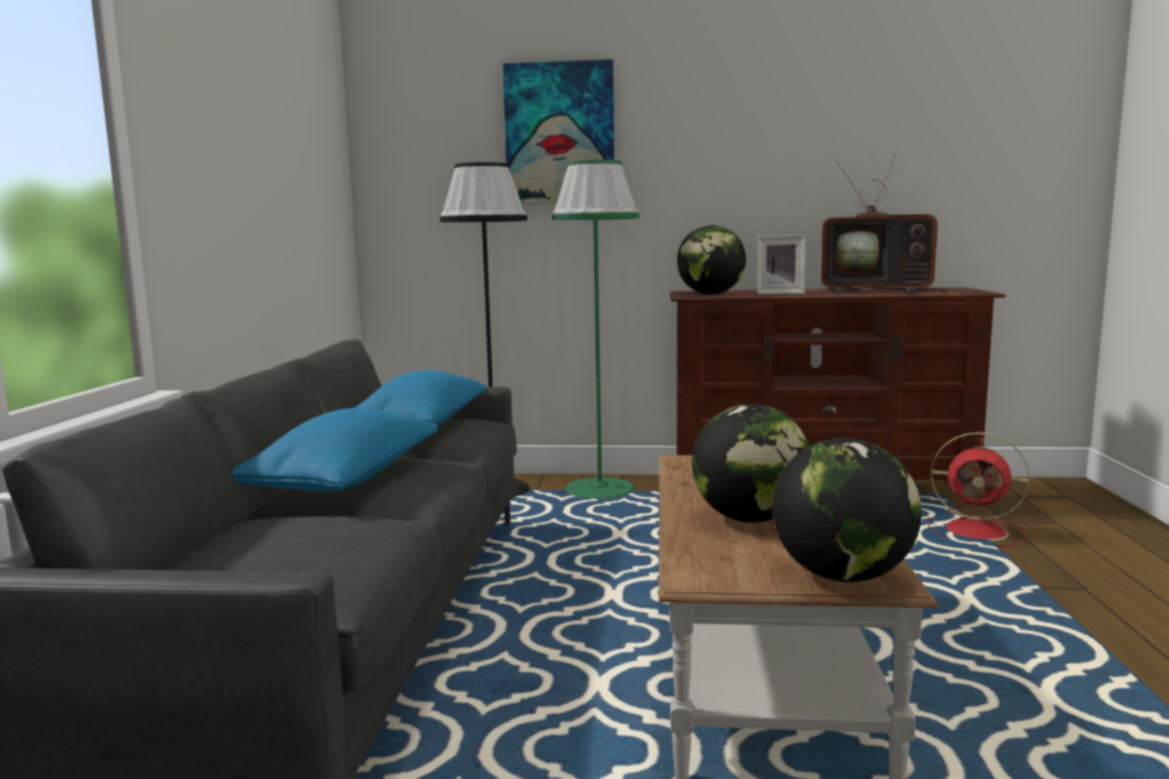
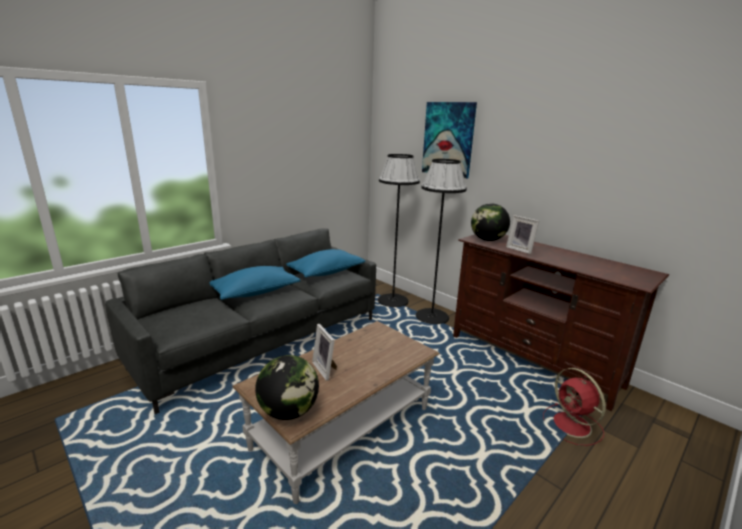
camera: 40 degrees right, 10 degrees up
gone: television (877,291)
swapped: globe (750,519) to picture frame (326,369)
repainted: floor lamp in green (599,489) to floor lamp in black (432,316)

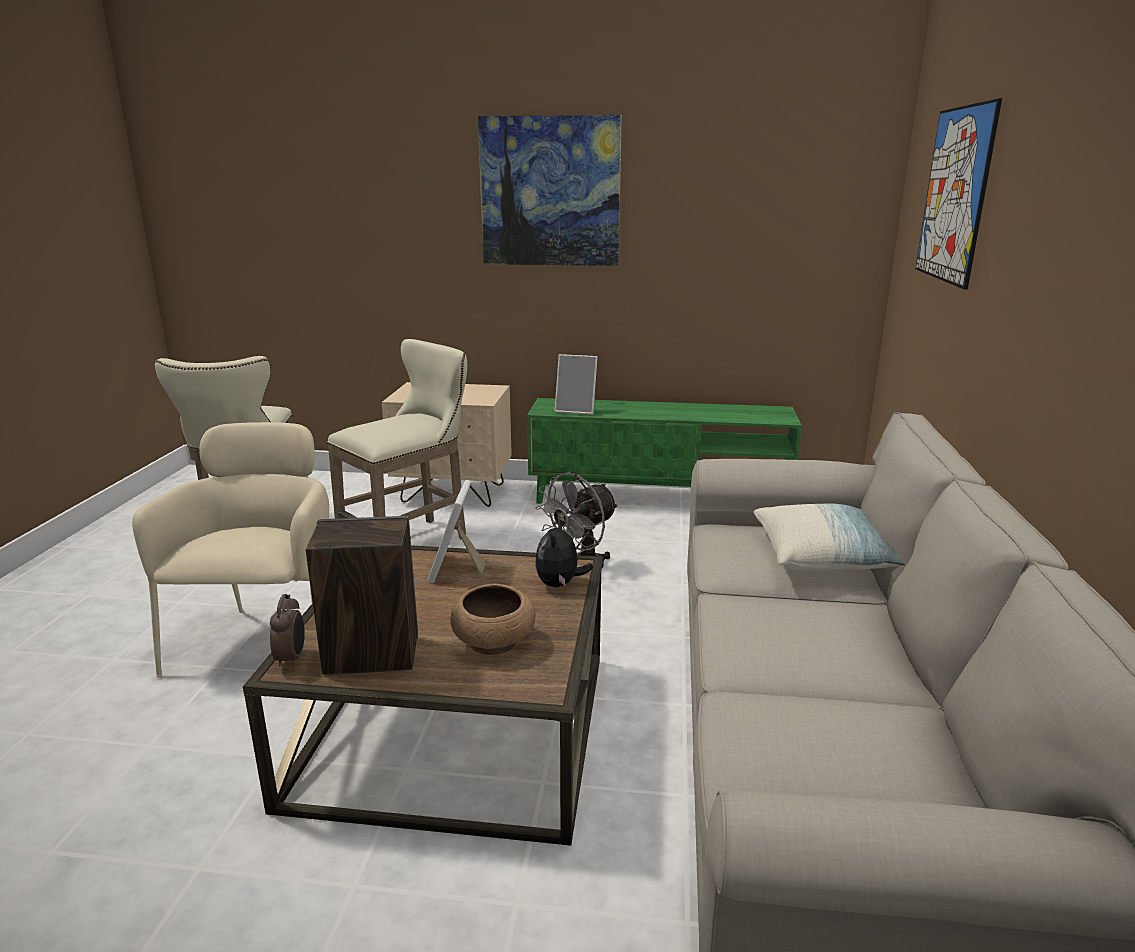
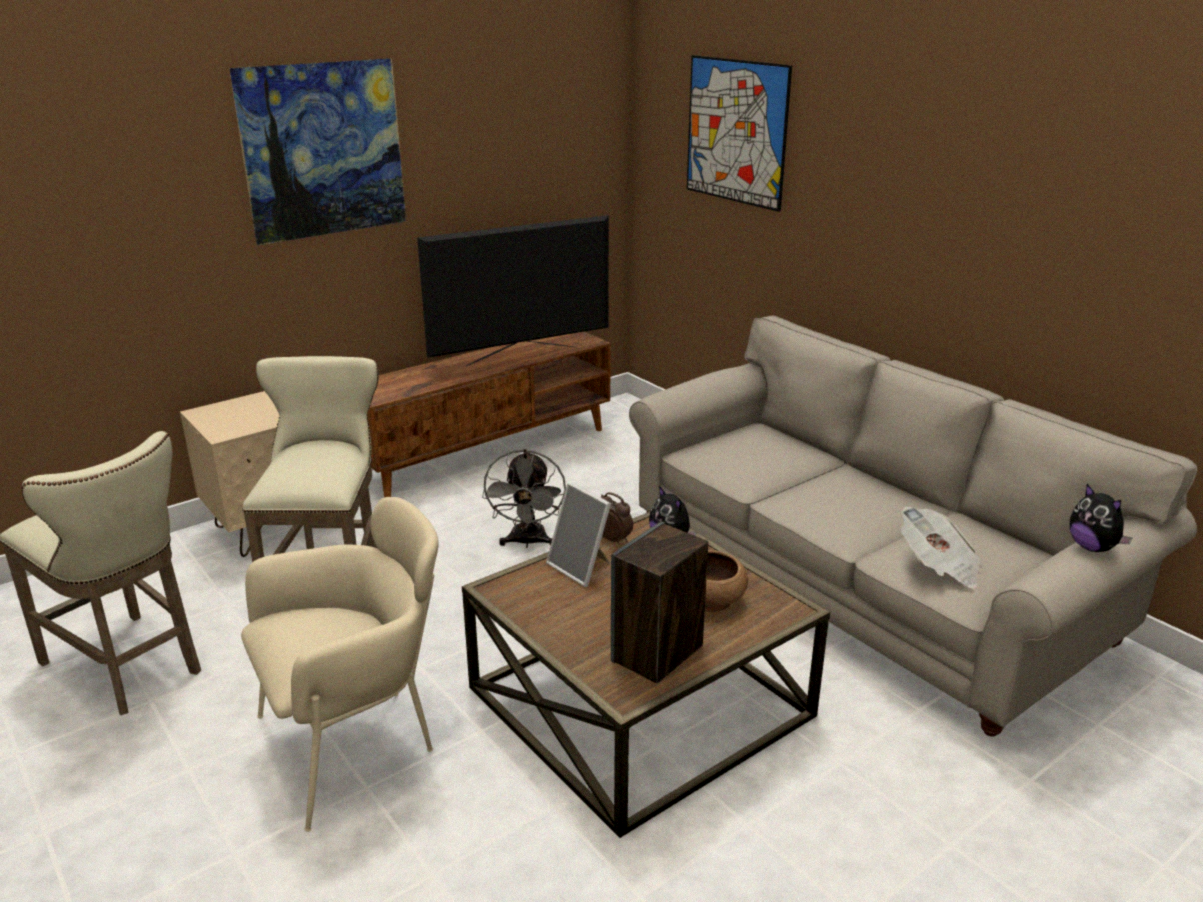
camera: 45 degrees left, 5 degrees up
gone: picture frame (576,410); pillow (823,557)
new: television (521,355); newspaper (939,567); plush toy (1092,547)
shifted: alarm clock (292,658) to (614,539)
repainted: tv stand in green (659,498) to tv stand in brown (487,452)
rotated: armchair in beige (264,638) = (357,742) 105 degrees clockwise

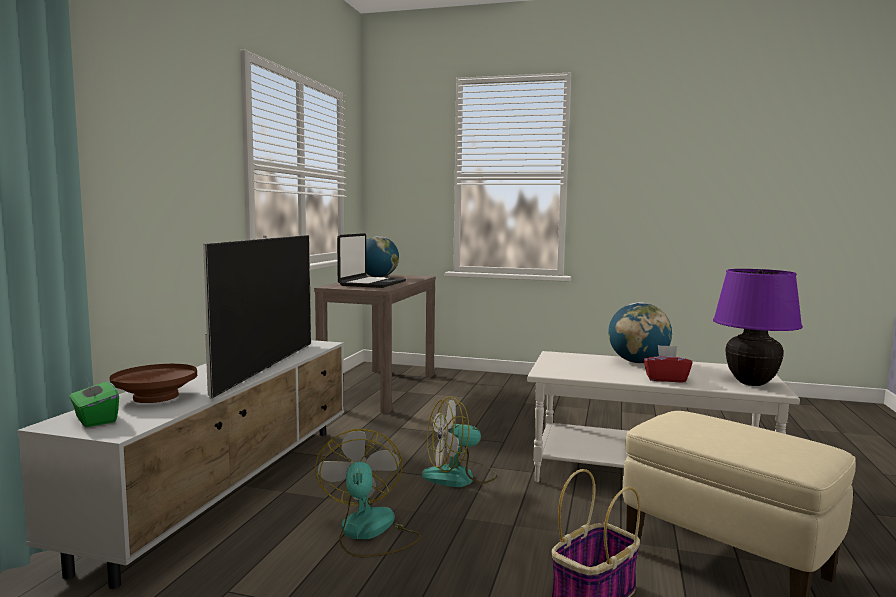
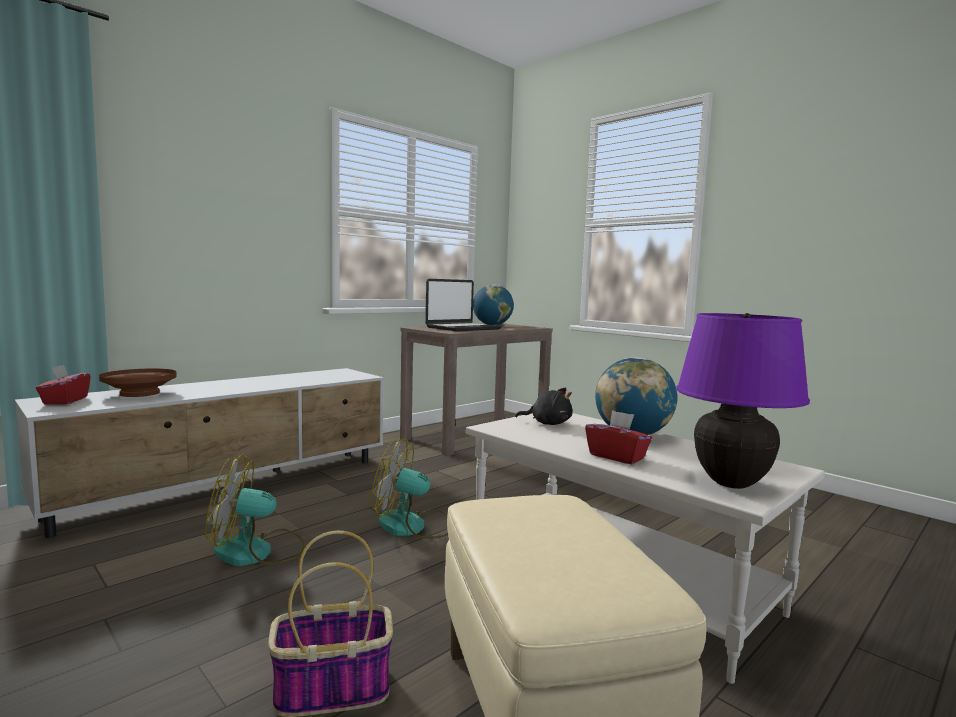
camera: 30 degrees right, 0 degrees up
gone: television (267,367)
new: plush toy in black (548,423)
repainted: tissue box in green (95,419) to tissue box in red (65,401)
rotated: fan (369,532) = (257,552) 120 degrees counterclockwise

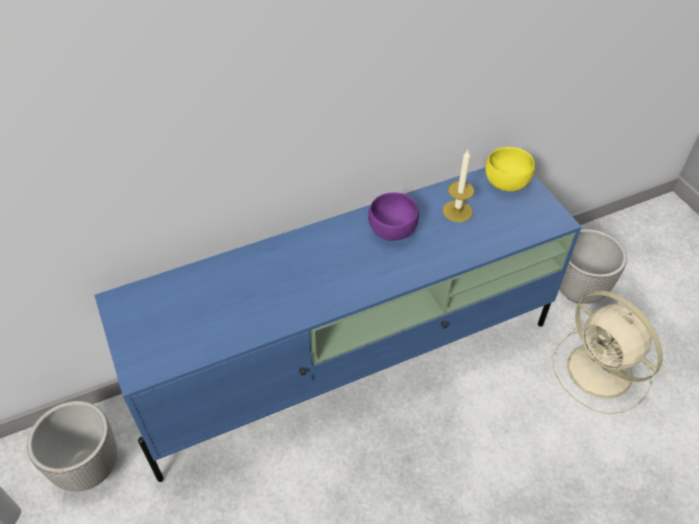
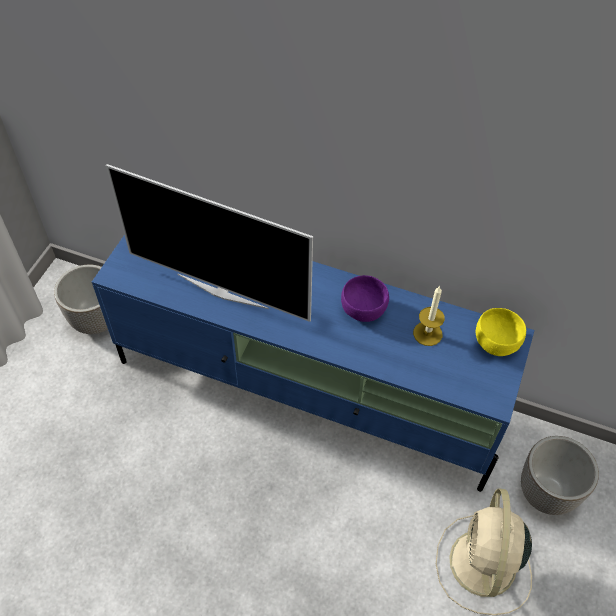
camera: 45 degrees right, 5 degrees up
new: television (223,290)

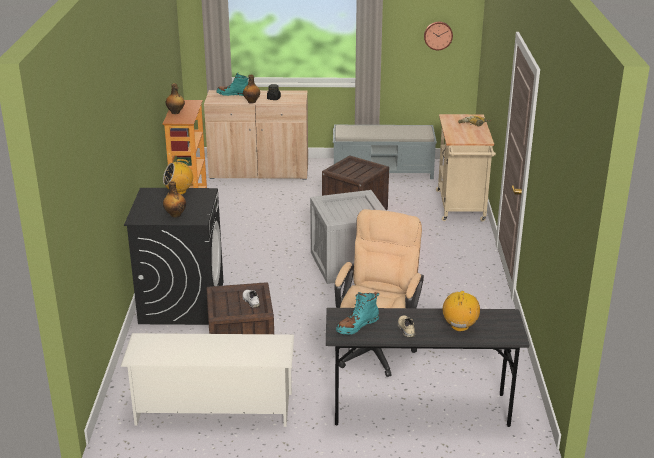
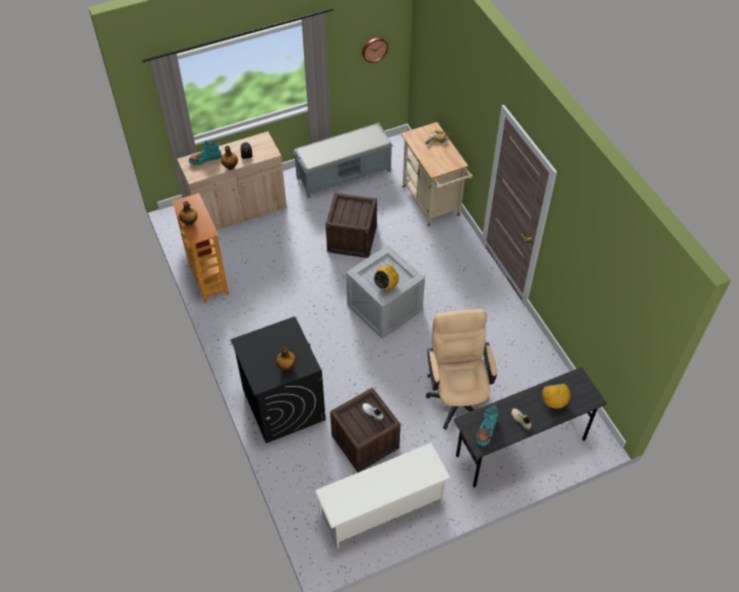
camera: 25 degrees left, 25 degrees up
shifted: radio (179,191) to (386,286)

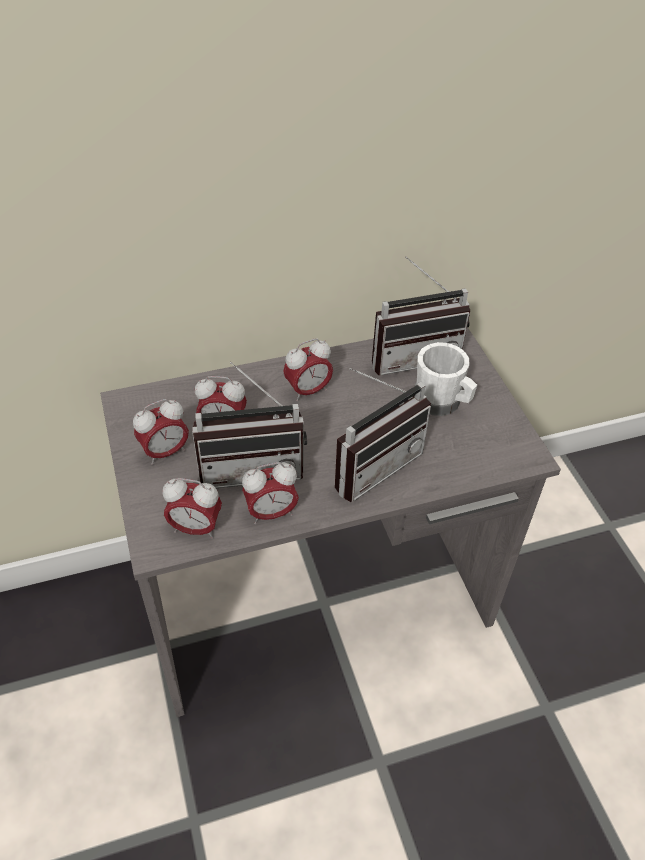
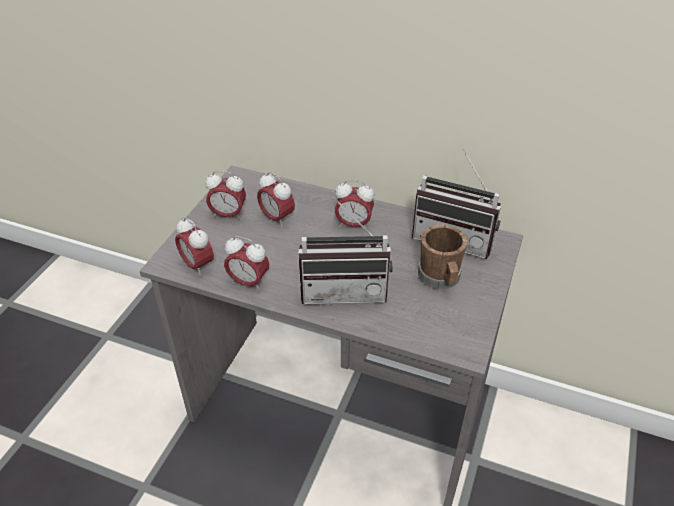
camera: 40 degrees right, 5 degrees down
gone: radio (252,467)
repainted: mug in white (441,402) to mug in brown (440,279)

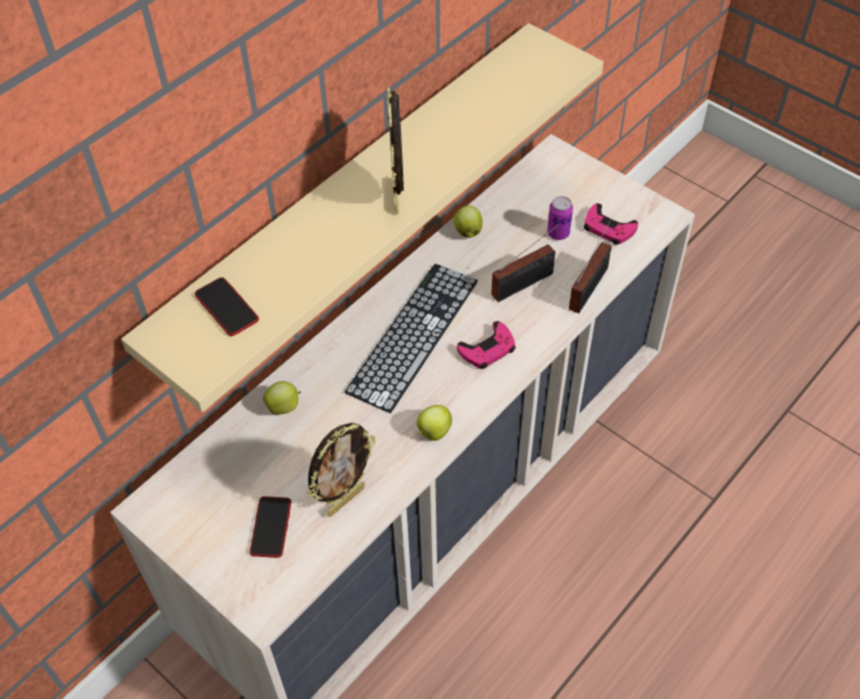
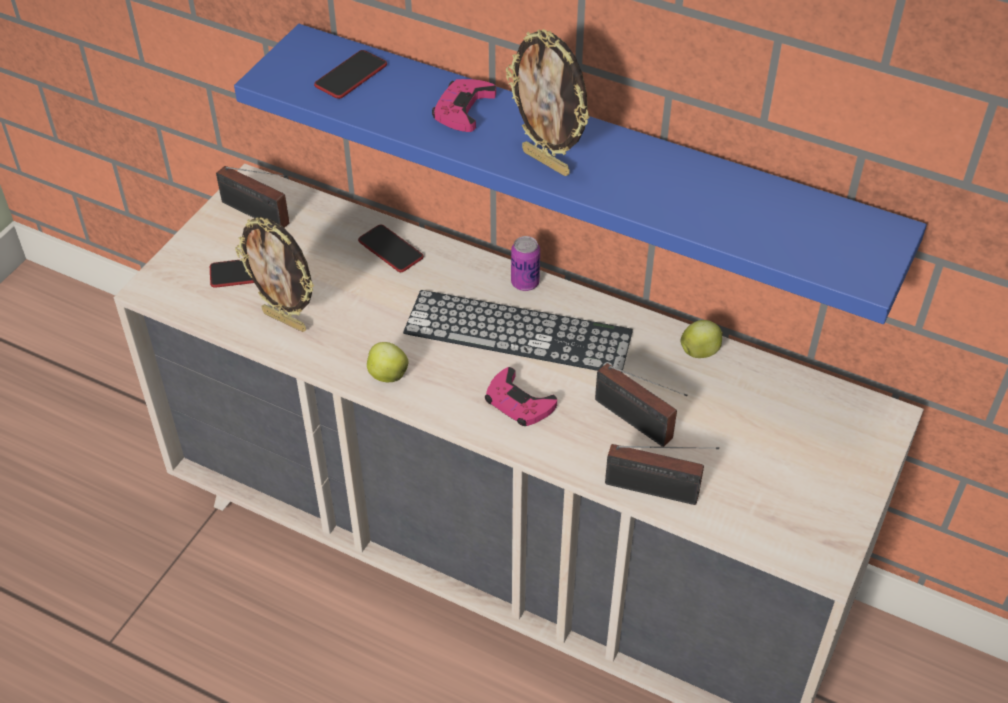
camera: 75 degrees right, 5 degrees down
new: radio (258,215)
shifted: game controller in pink (608,228) to (463,109); can (558,233) to (525,283)
swapped: apple (284,406) to phone (390,249)
repainted: shelf in beige (351,198) to shelf in blue (586,162)
rotated: picture frame (398,197) = (547,162) 120 degrees counterclockwise

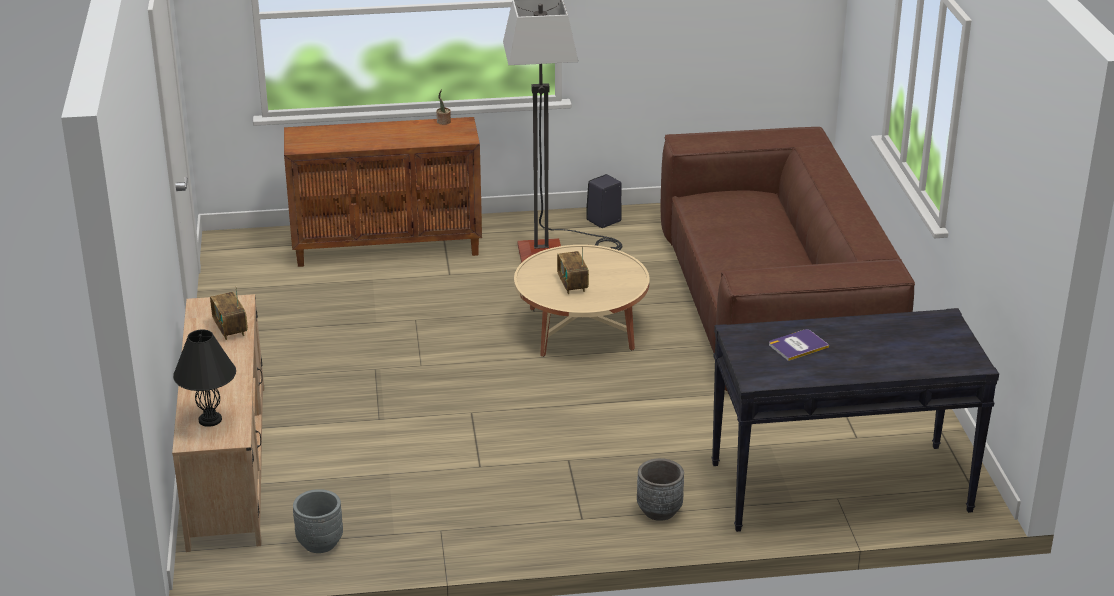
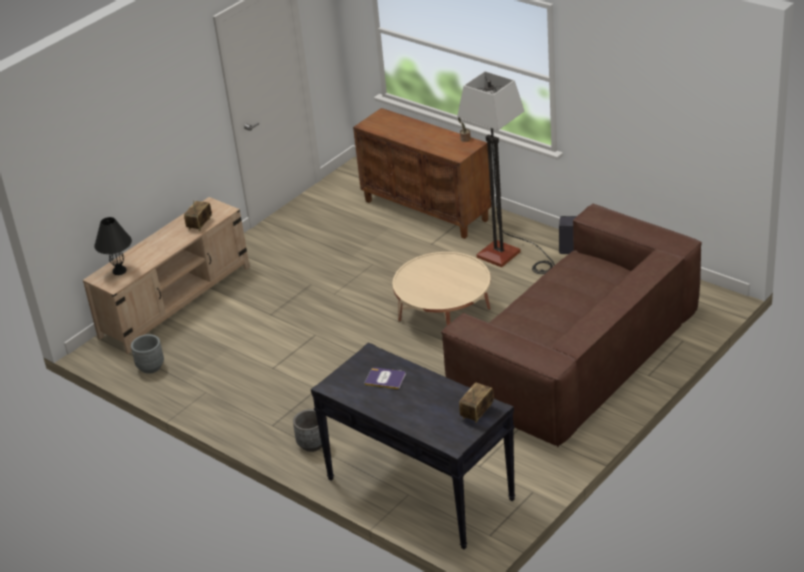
camera: 50 degrees right, 5 degrees up
shifted: radio (572,284) to (477,412)

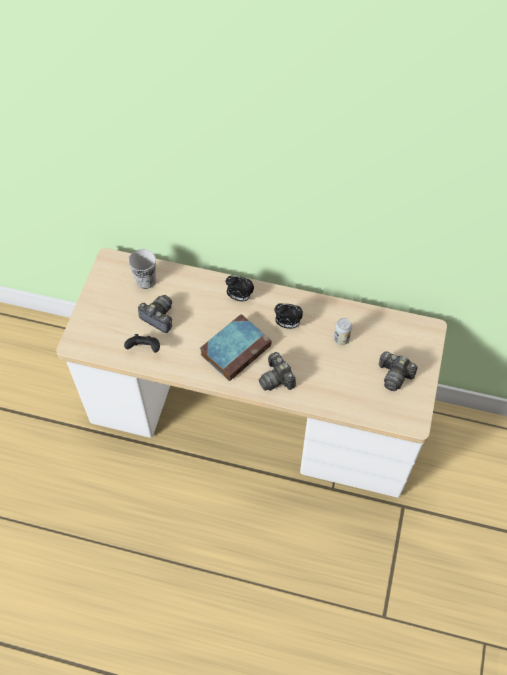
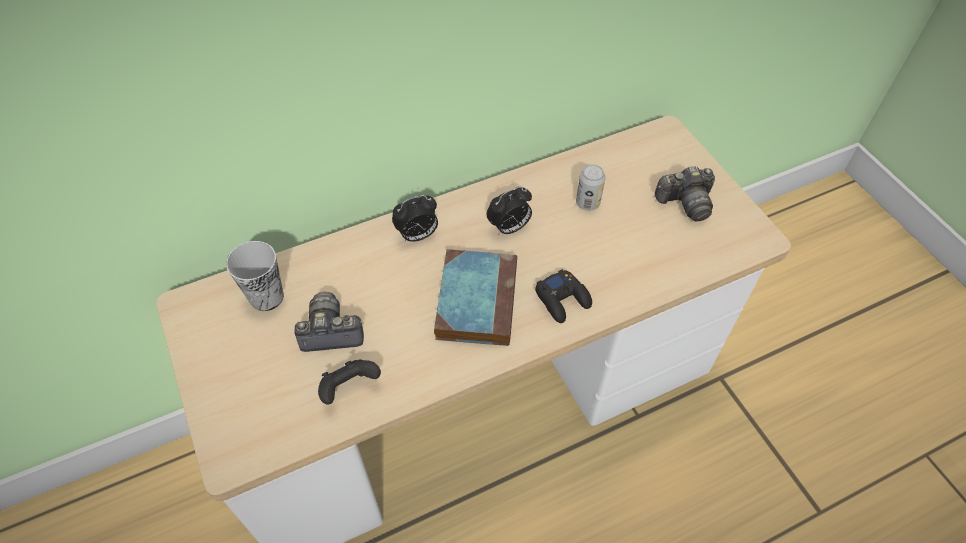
camera: 40 degrees left, 5 degrees down
swapped: photo camera (277,378) to game controller in black (563,299)

